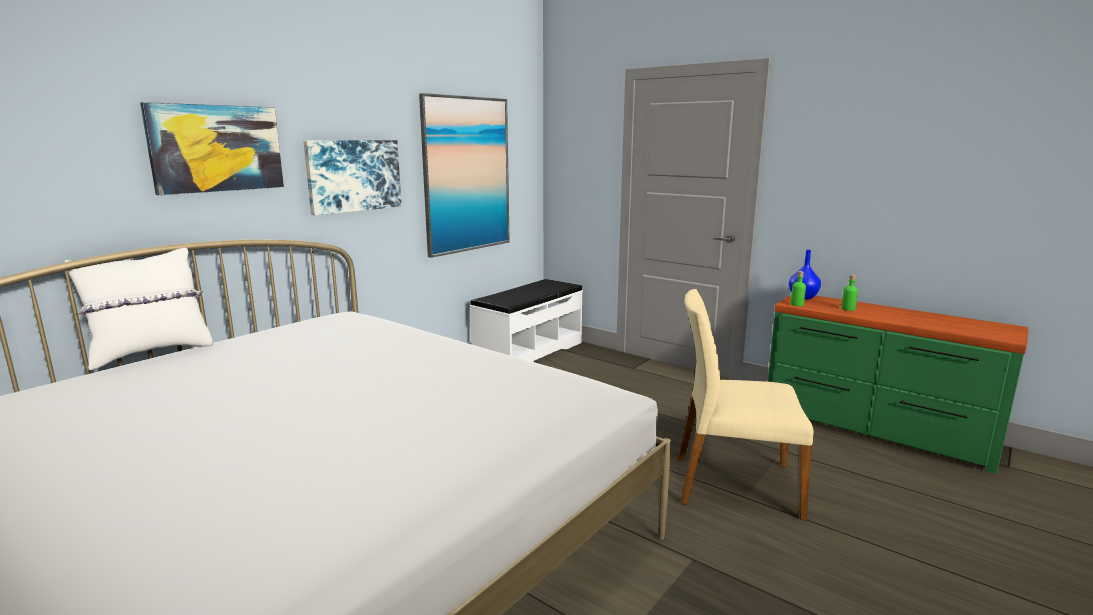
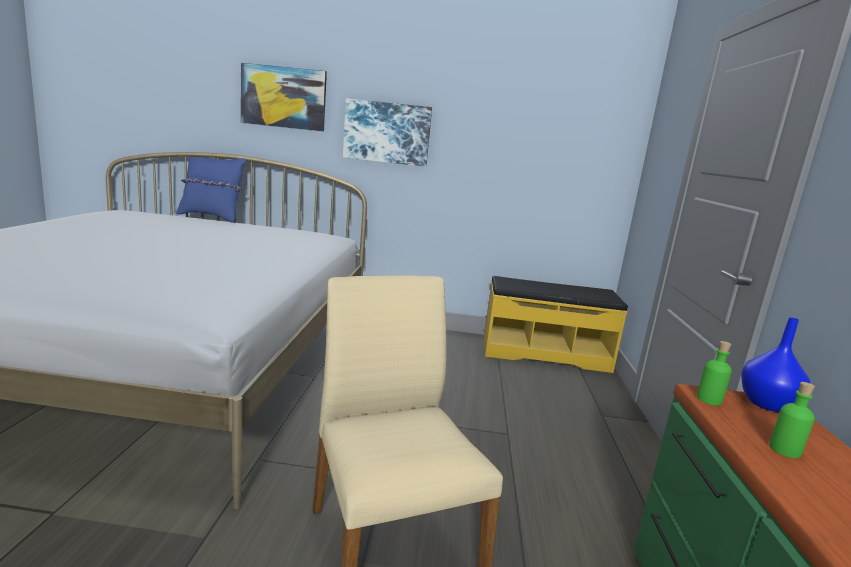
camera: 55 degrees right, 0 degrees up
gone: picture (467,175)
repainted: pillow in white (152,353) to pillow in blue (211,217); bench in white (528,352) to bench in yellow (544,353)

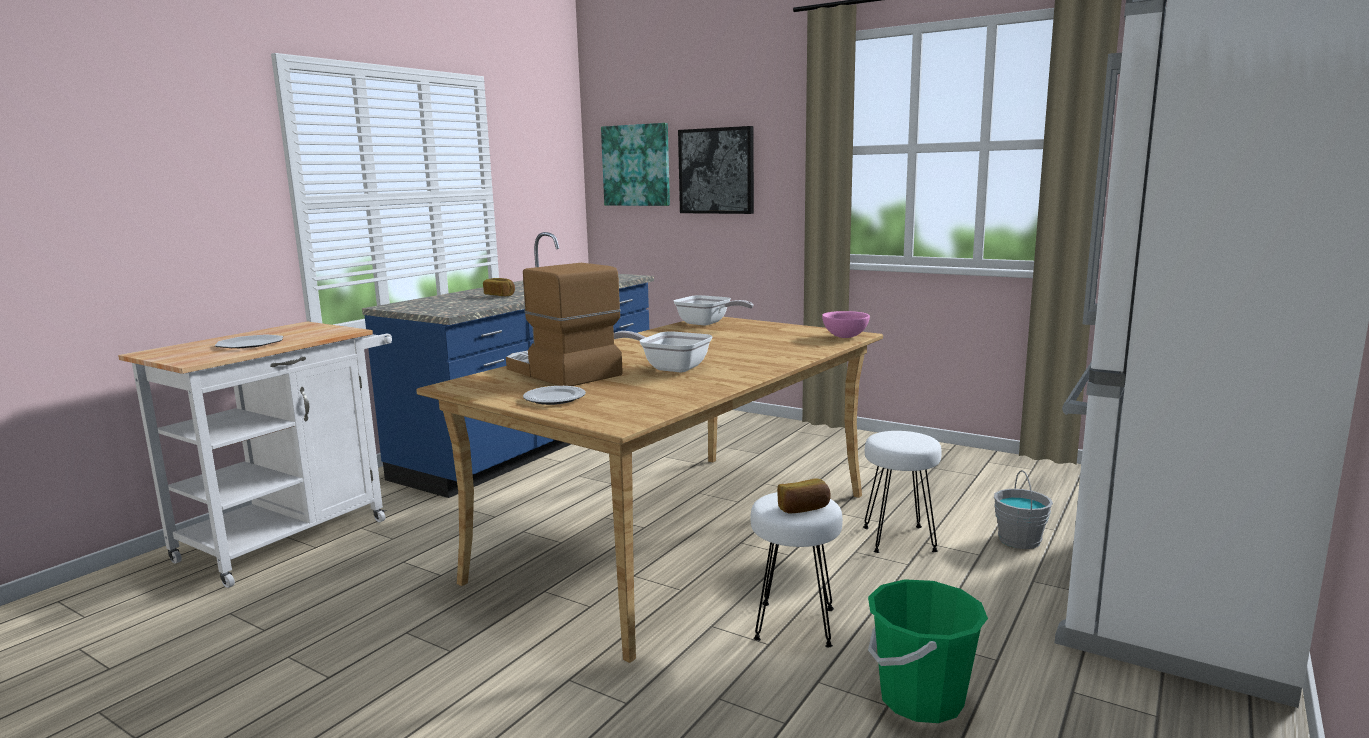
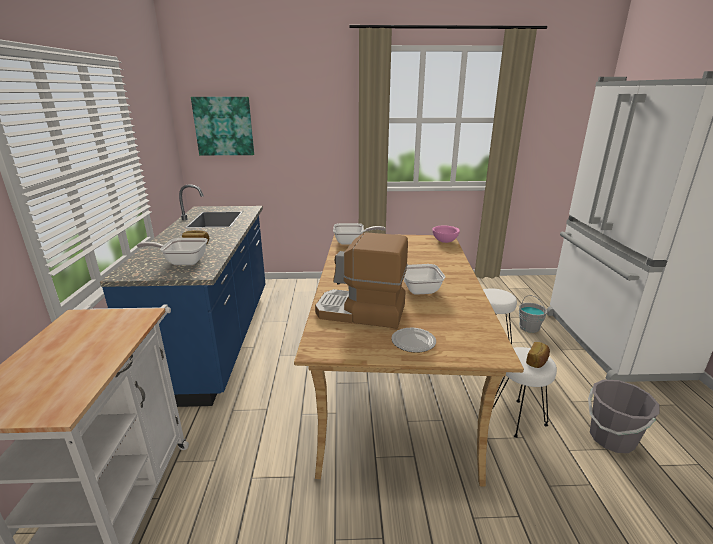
camera: 35 degrees left, 10 degrees up
gone: plate (250,344); picture (716,171)
new: frying pan (182,262)
repainted: bucket in green (921,699) to bucket in grey (611,438)

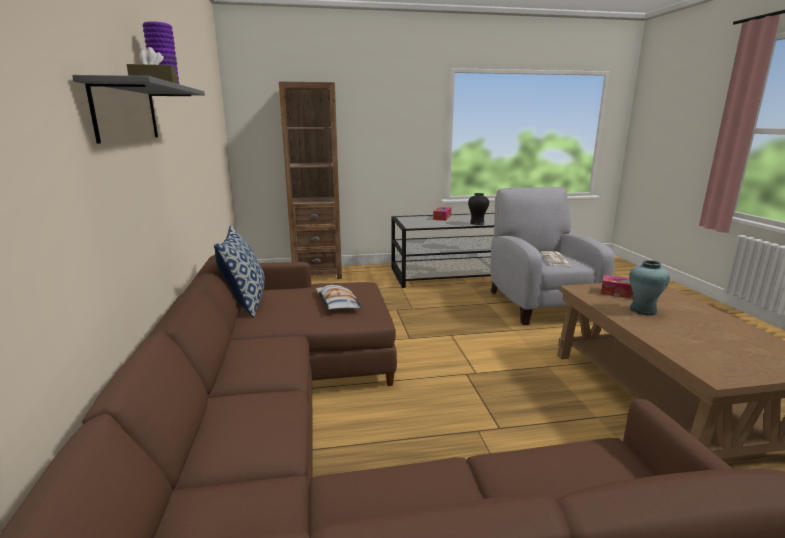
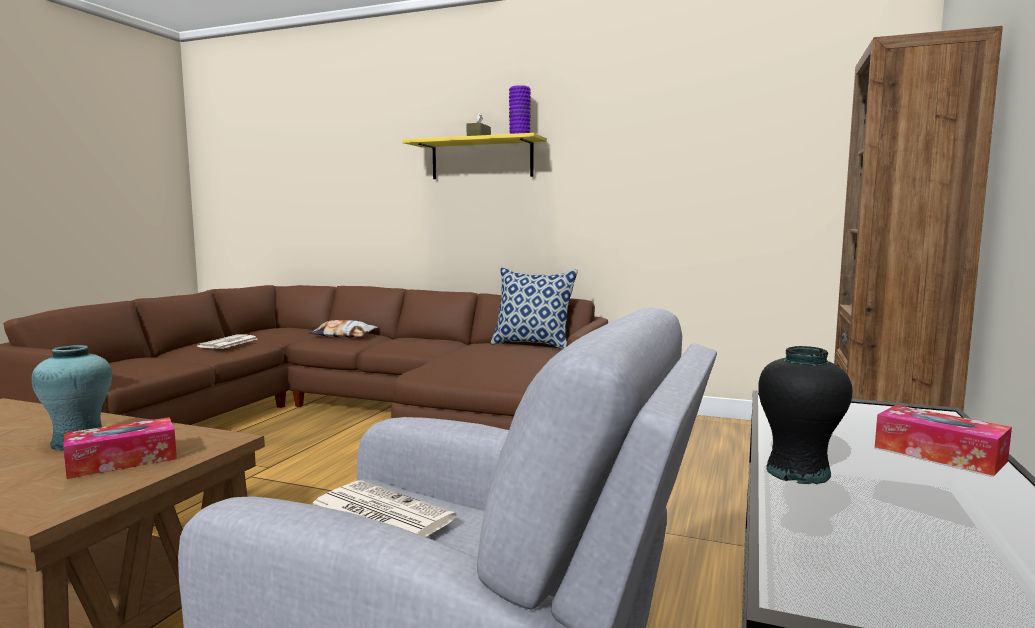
camera: 120 degrees right, 10 degrees down
new: newspaper (228,343)
shifted: pillow (337,303) to (343,335)
repainted: shelf in grey (126,112) to shelf in yellow (482,159)

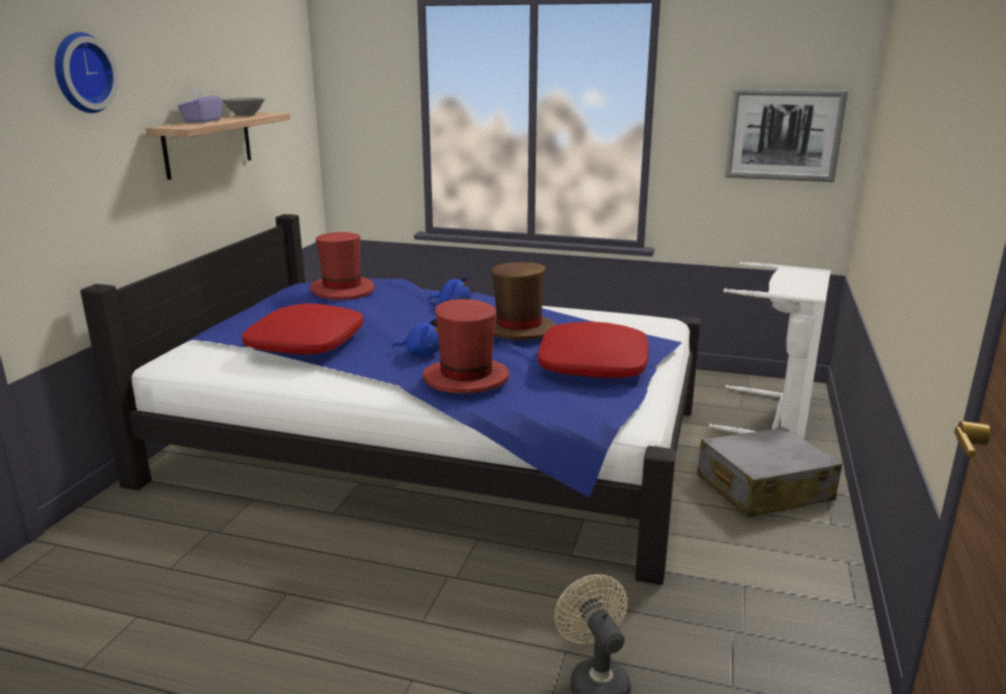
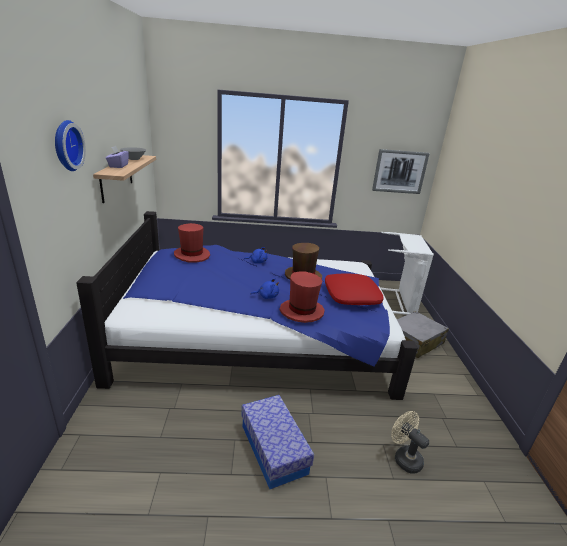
camera: 20 degrees left, 5 degrees up
gone: pillow in red (305,343)
new: storage box (273,449)

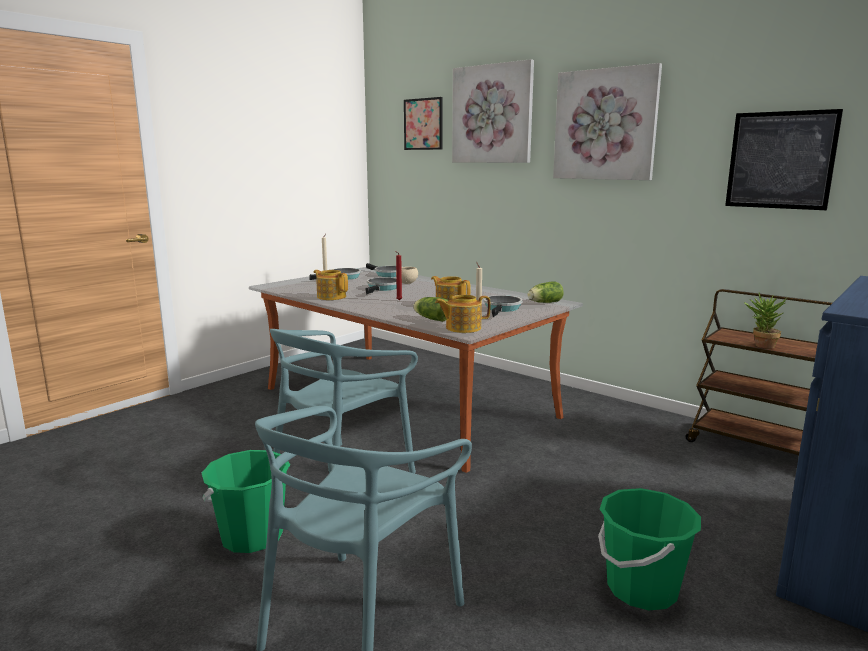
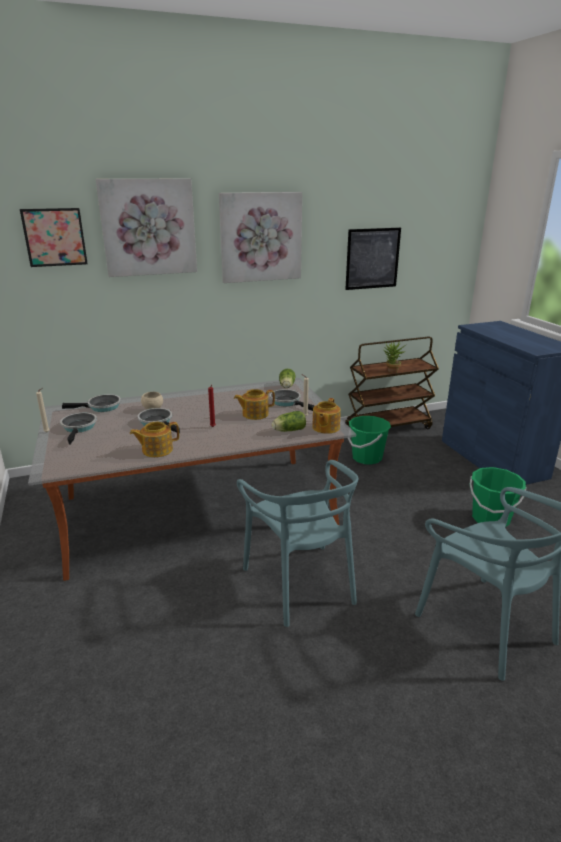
camera: 60 degrees left, 10 degrees up
shifted: bucket in green (252,536) to (366,458)

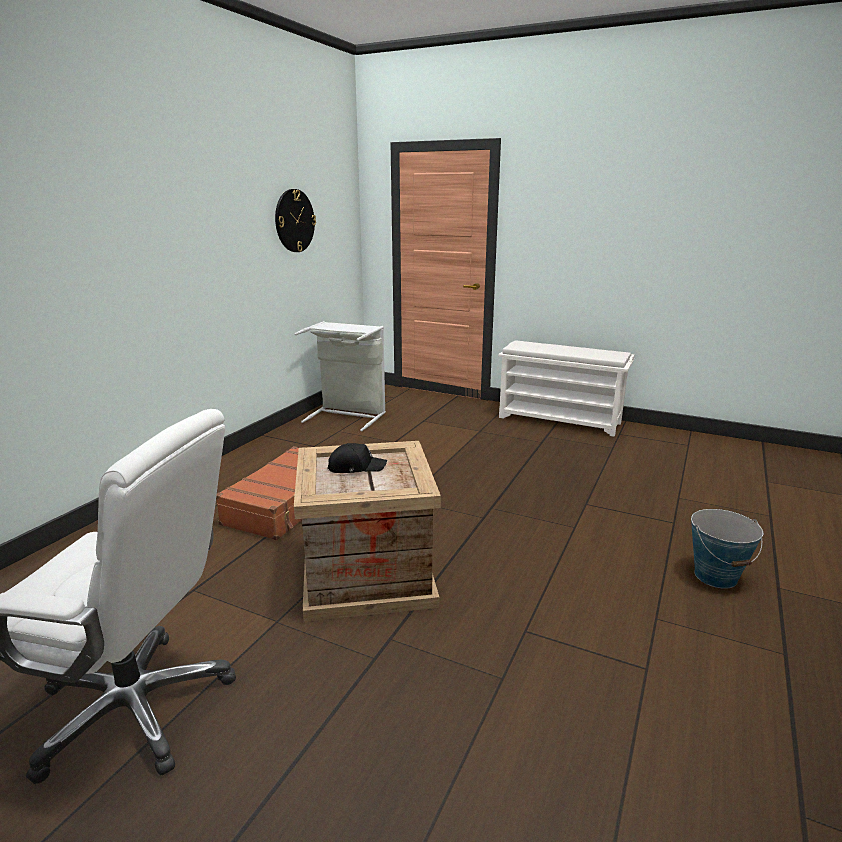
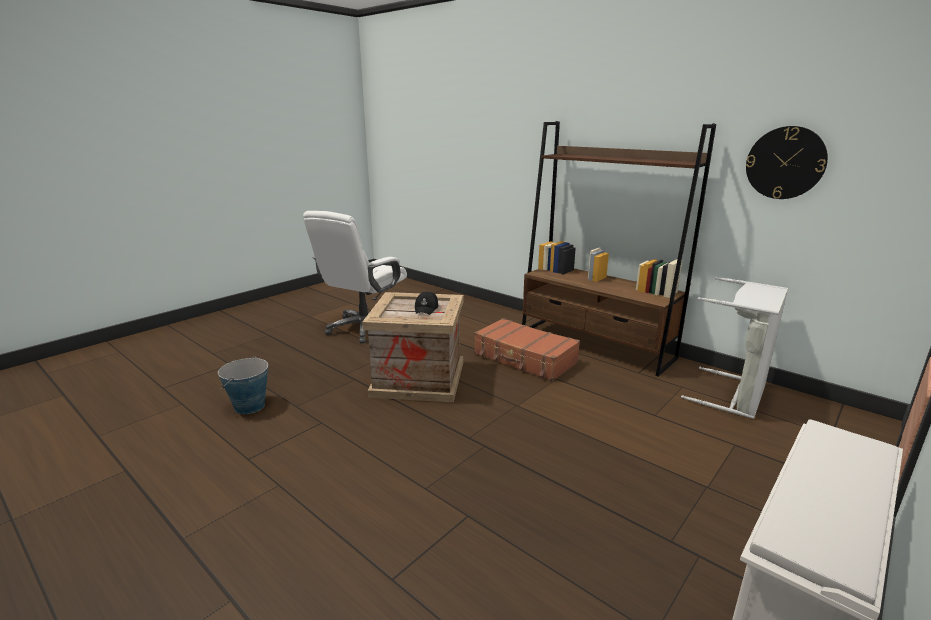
camera: 105 degrees right, 0 degrees up
new: bookcase in brown (595,345)
shifted: bucket (716,576) to (249,406)

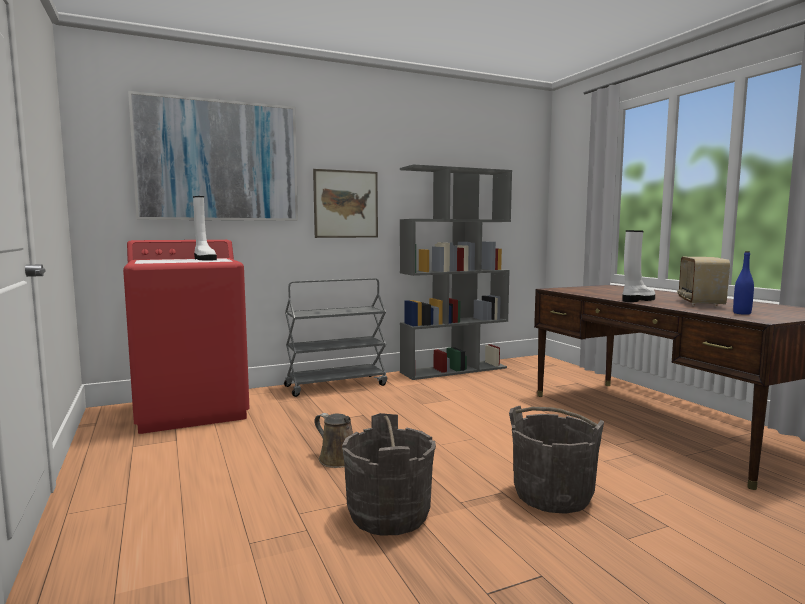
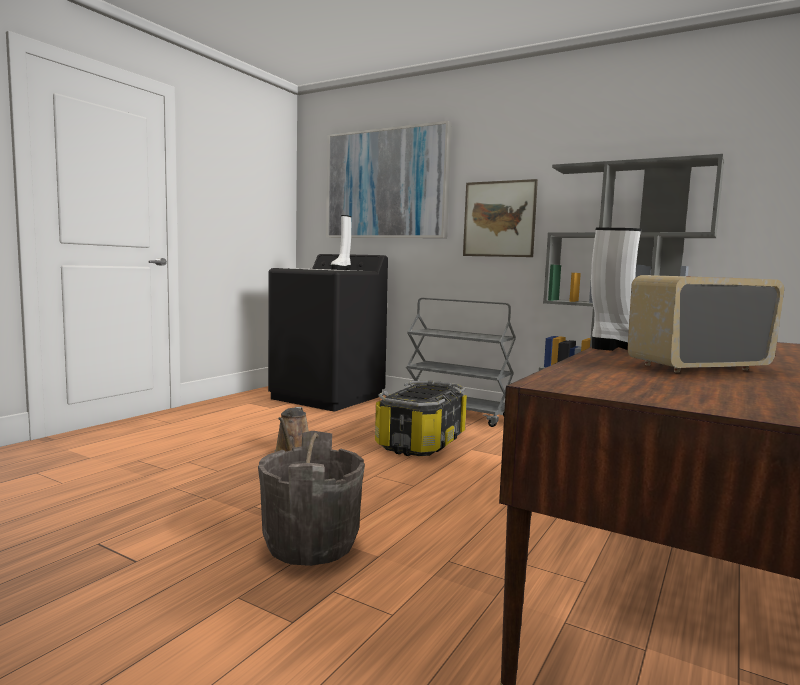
camera: 55 degrees right, 0 degrees up
gone: bucket in grey (388,514); bottle in blue (742,313)
new: storage box (420,442)
repainted: washing machine in red (192,410) to washing machine in black (328,397)

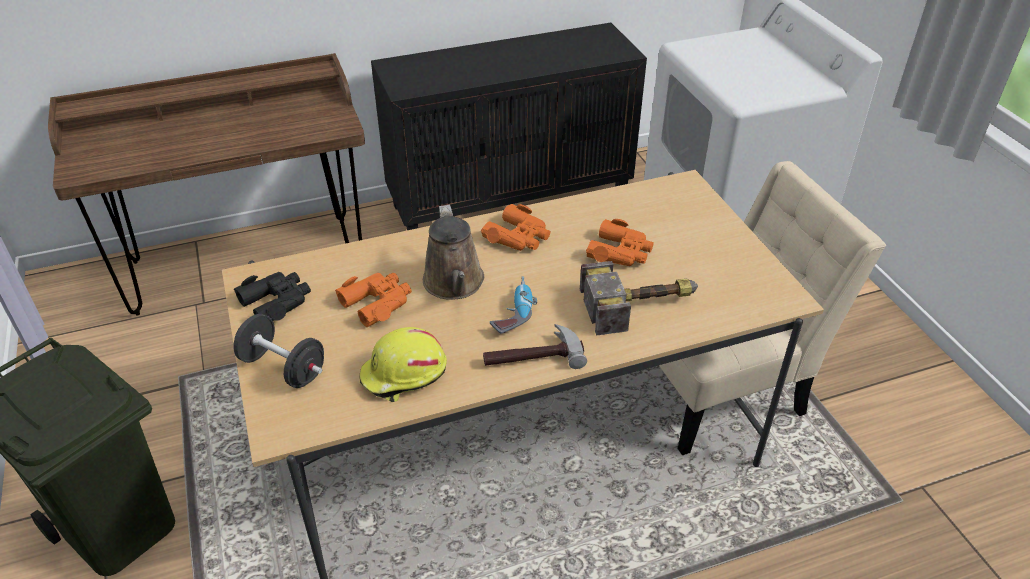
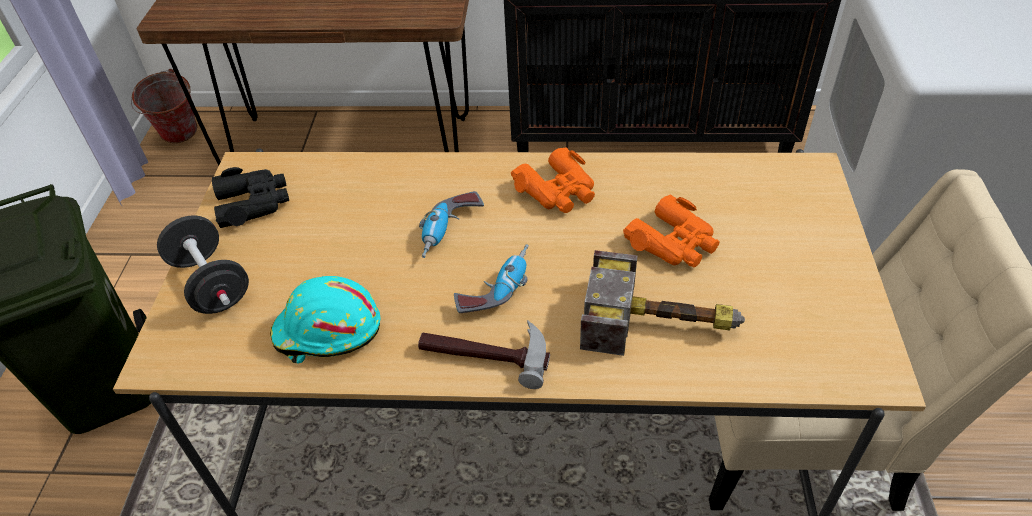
camera: 25 degrees right, 5 degrees up
gone: binoculars in orange (377,302)
new: bucket (179,138)
swapped: watering can in brown (454,284) to power drill (450,232)
repainted: hard hat in yellow (404,375) to hard hat in turquoise (327,332)

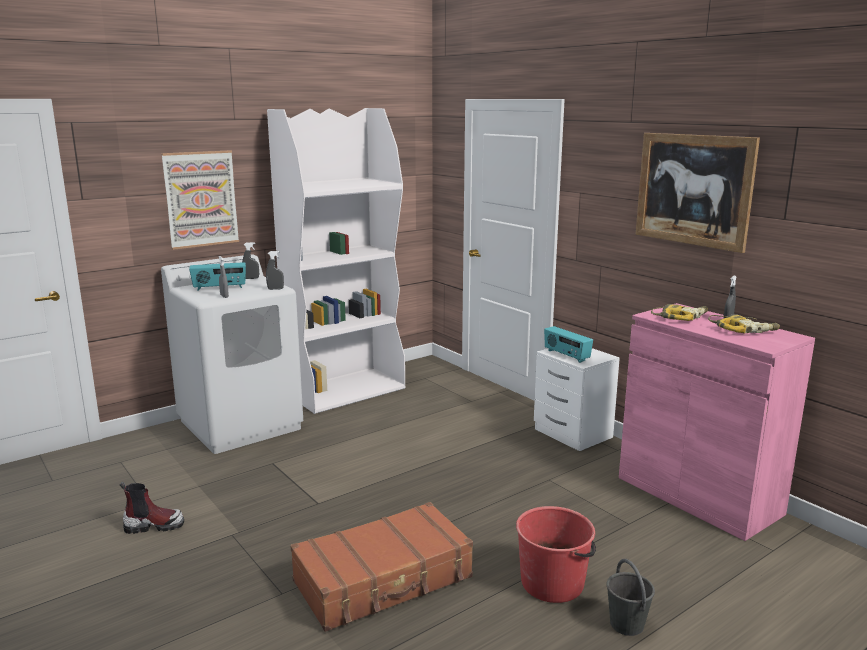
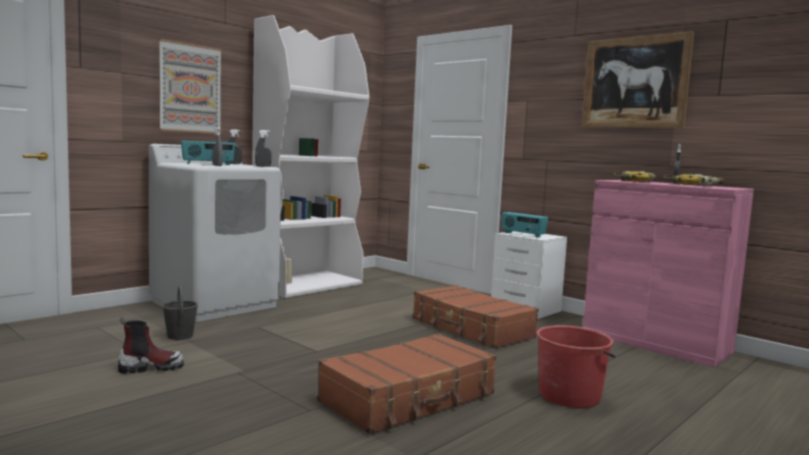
camera: 10 degrees left, 10 degrees down
new: suitcase in brown (471,328)
shifted: bucket in grey (627,624) to (180,336)

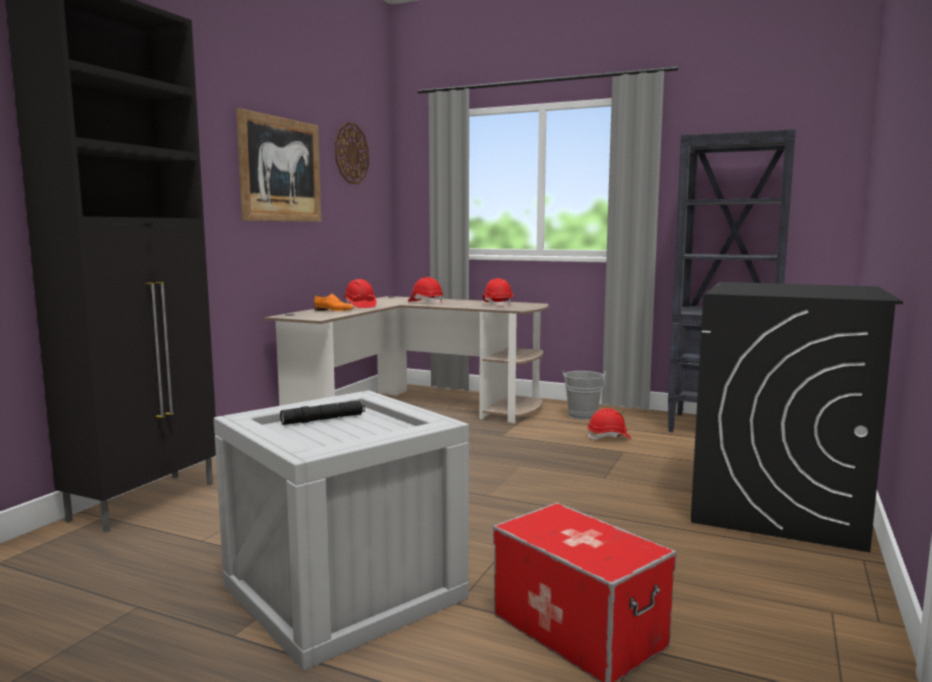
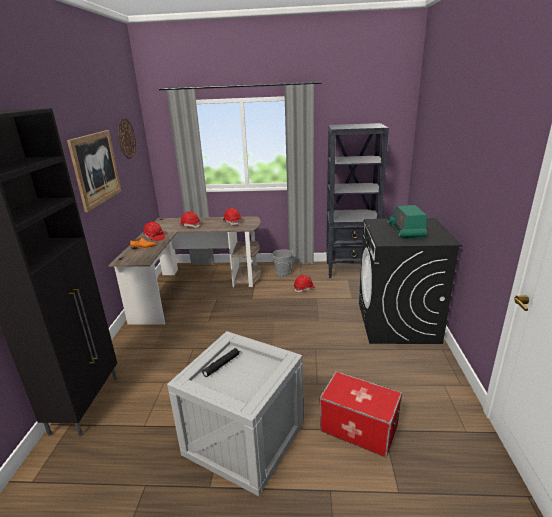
camera: 20 degrees left, 15 degrees up
new: radio (406,231)

